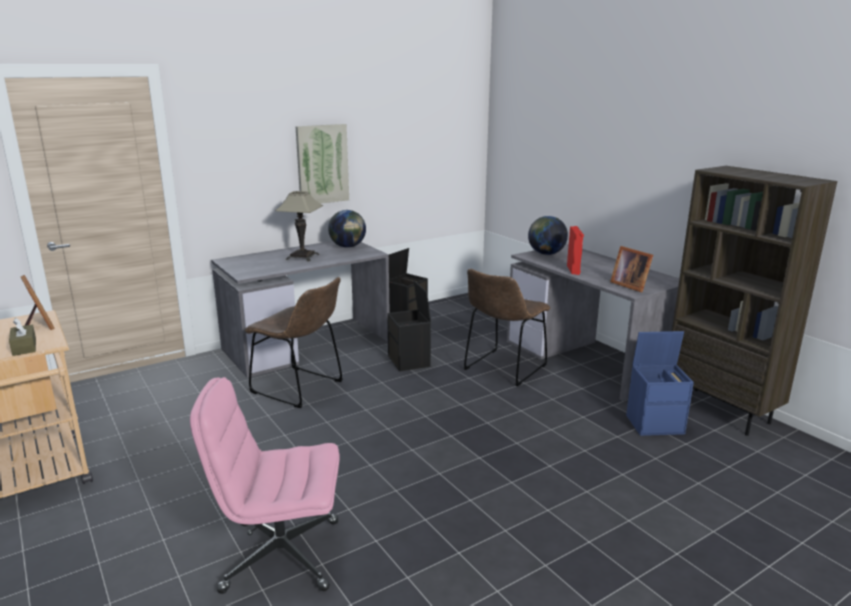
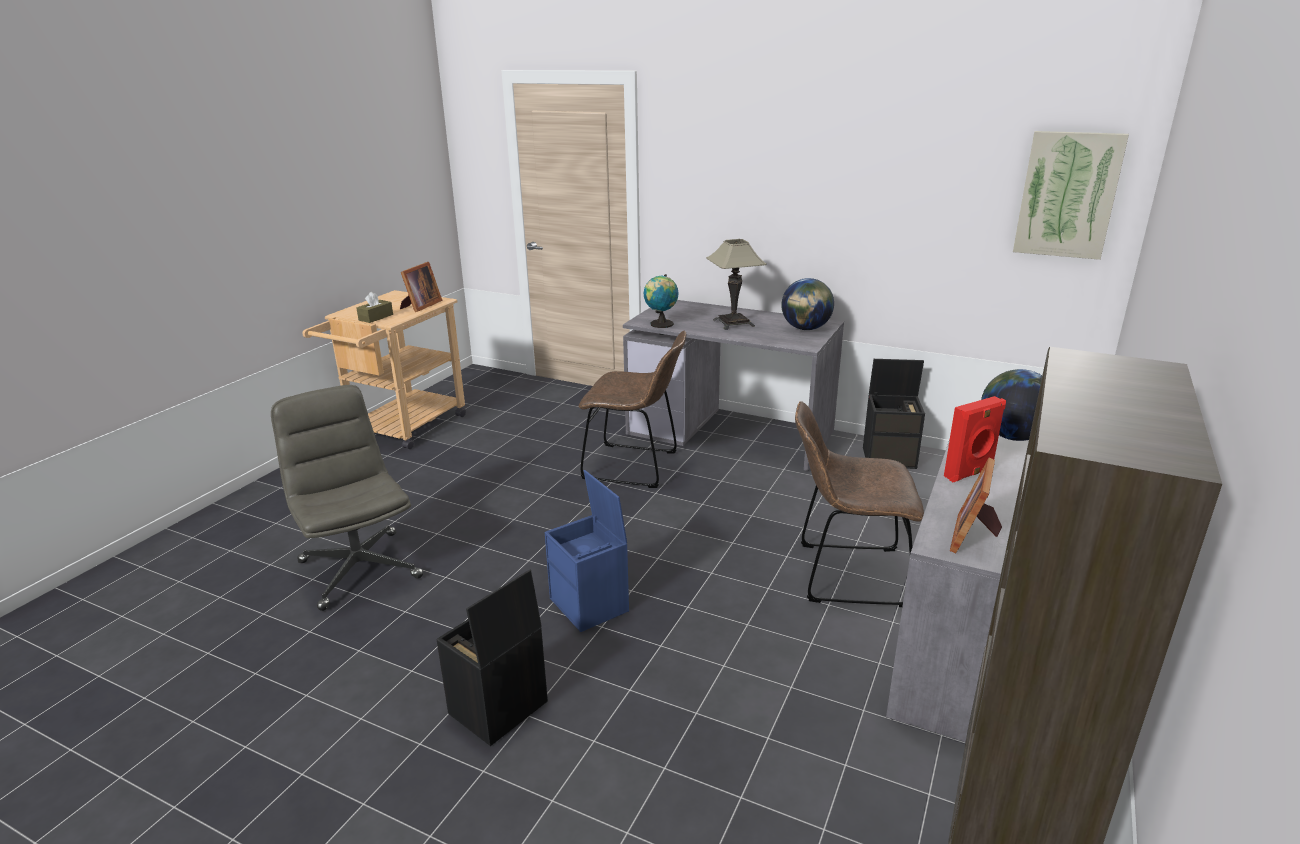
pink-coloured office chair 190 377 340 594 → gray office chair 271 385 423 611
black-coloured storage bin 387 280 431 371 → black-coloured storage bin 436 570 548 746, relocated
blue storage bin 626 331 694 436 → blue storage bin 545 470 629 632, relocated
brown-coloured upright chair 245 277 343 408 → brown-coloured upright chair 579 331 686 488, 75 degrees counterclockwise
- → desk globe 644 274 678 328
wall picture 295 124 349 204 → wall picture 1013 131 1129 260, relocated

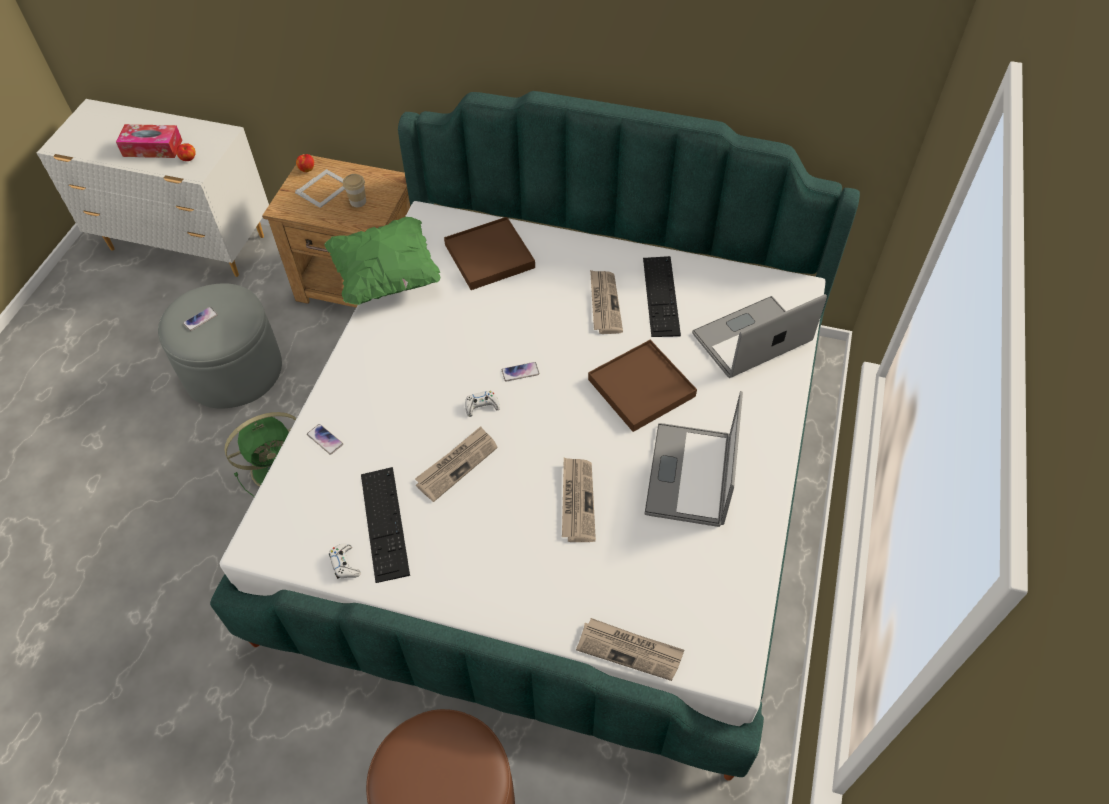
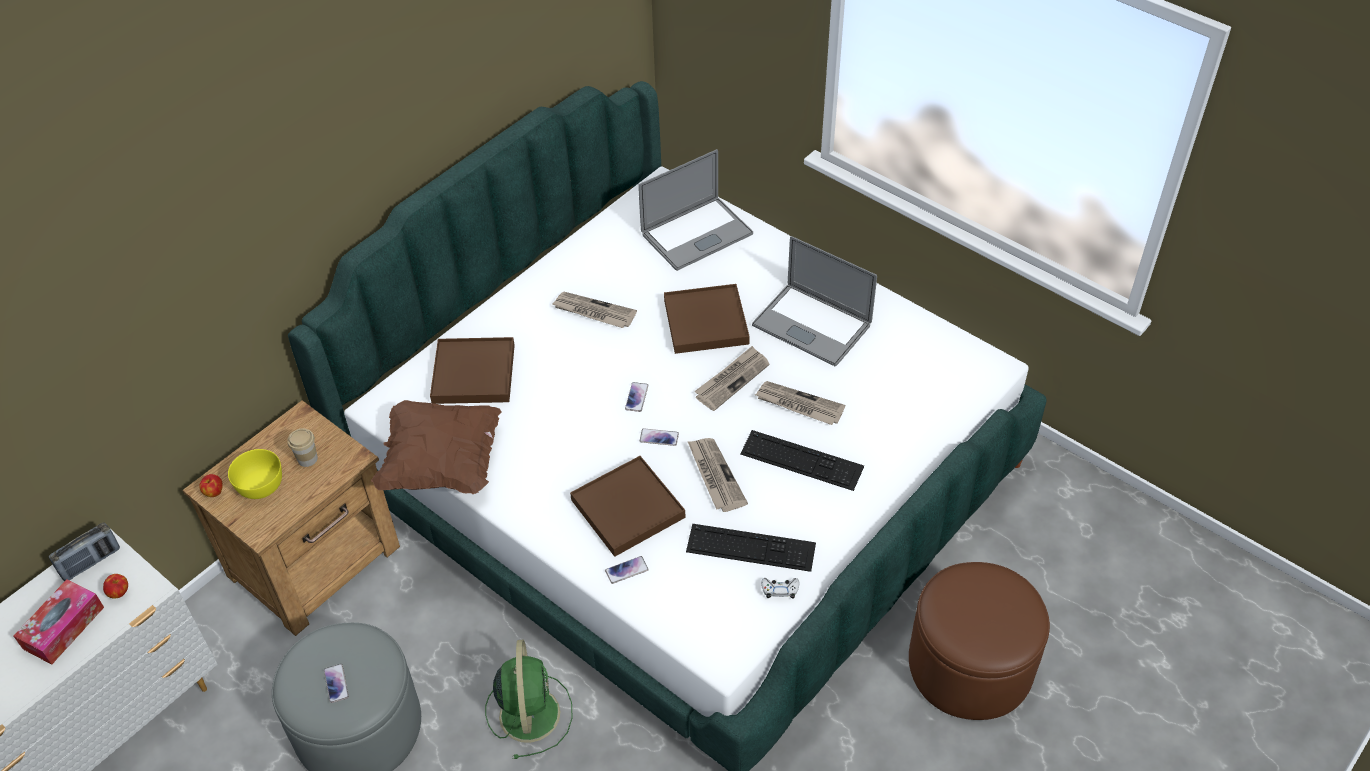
- → radio 49 522 120 581
picture frame 295 169 345 208 → yellowish serving bowl 228 449 282 499
greenish pillow 324 217 440 305 → brown-coloured pillow 371 400 502 494
- → brown-coloured tray 570 456 685 557
portable computer 692 294 827 378 → portable computer 638 149 753 271, 120 degrees counterclockwise
whitish game controller 465 391 500 417 → phone 640 428 679 446
printed paper 576 618 684 681 → printed paper 694 346 769 411, relocated
PC keyboard 643 256 681 337 → PC keyboard 740 430 864 491, relocated

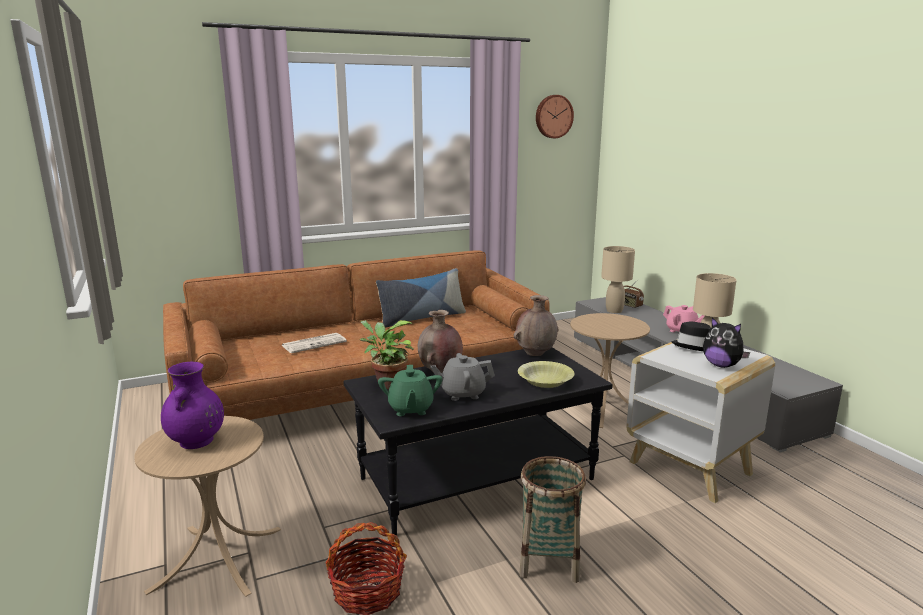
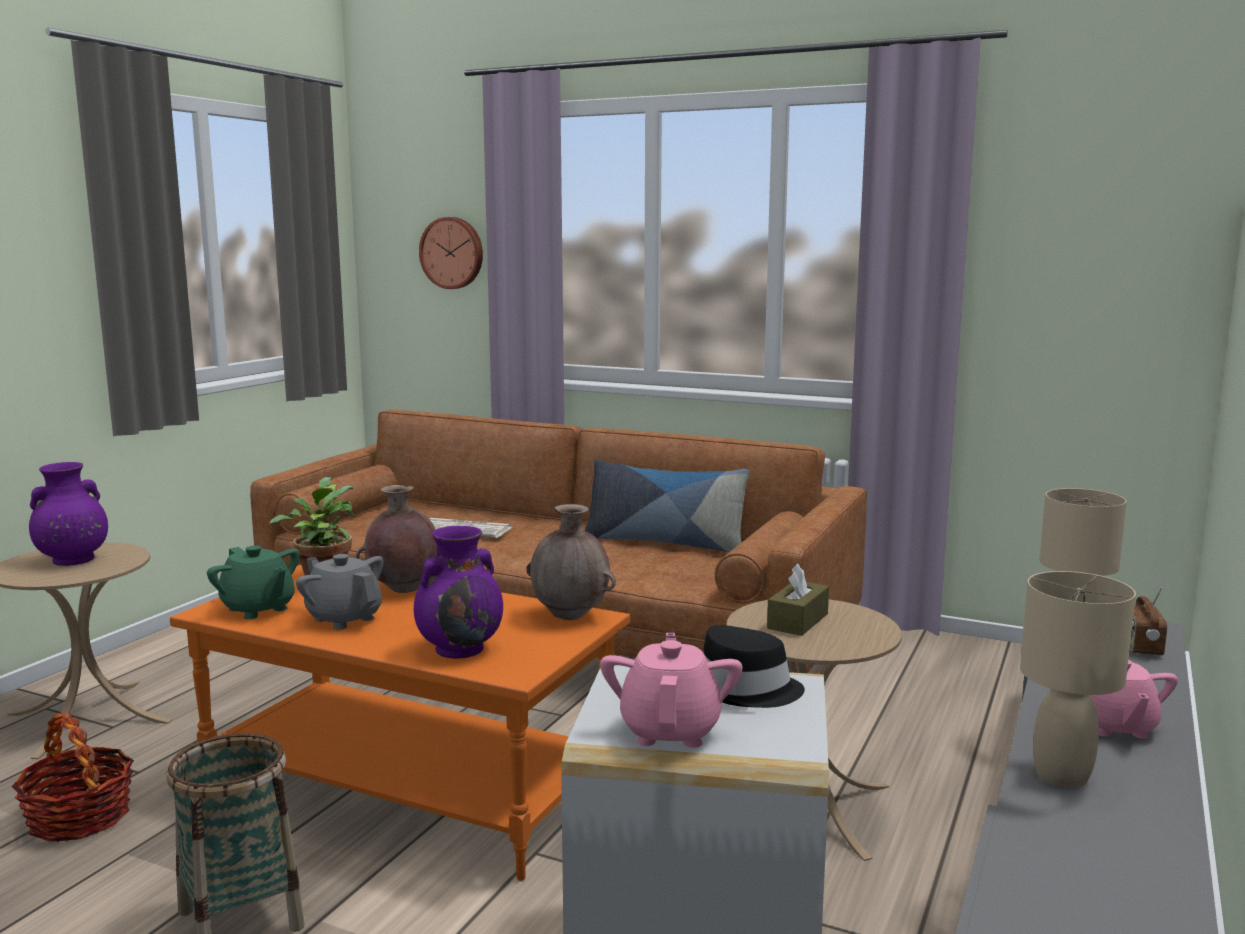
black-coloured lounge table 343 347 613 535 → orange-coloured lounge table 170 565 630 881
greenish pot for tea 378 365 442 416 → greenish pot for tea 207 545 300 619, 90 degrees counterclockwise
yellowish serving bowl 518 361 575 388 → purple decorative vase 414 526 503 658
hanging clock 536 95 574 138 → hanging clock 419 217 483 289, relocated
plush toy 703 317 750 368 → pink-coloured pot for tea 600 633 743 748
- → brown-coloured tissue holder 767 563 829 636

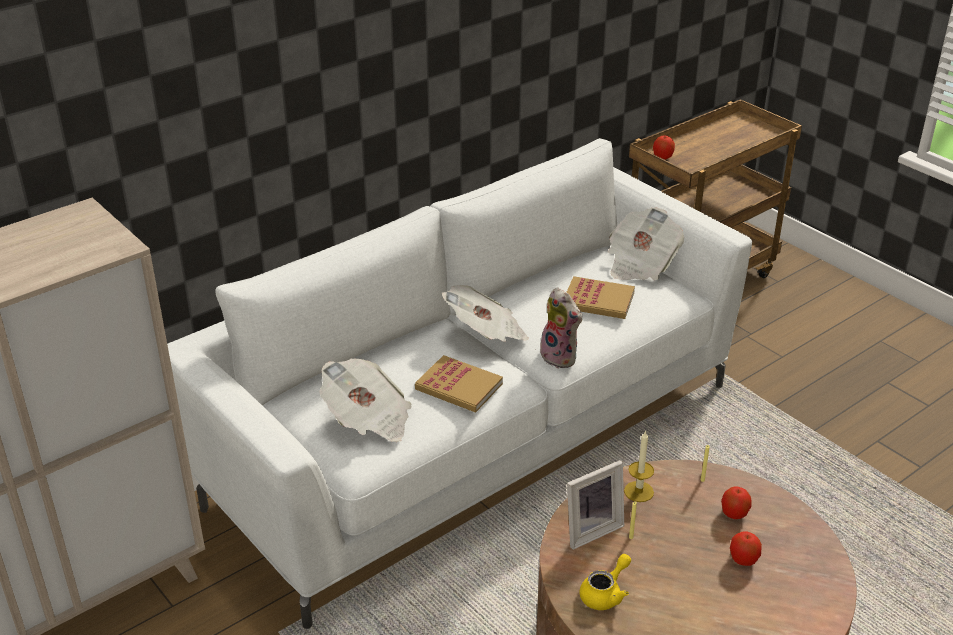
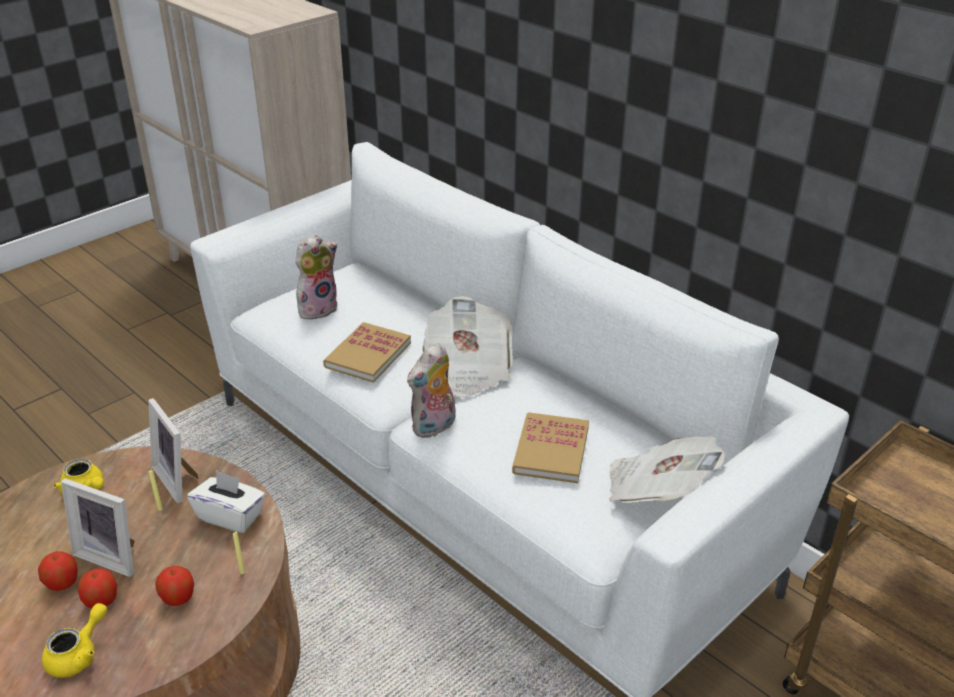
apple fruit 653 135 675 160 → apple fruit 38 551 78 591, relocated
- → yellowish pot for tea 42 603 107 678
- → picture frame 61 478 135 577
wax light 624 430 654 502 → whitish tissue holder 187 470 265 533
printed paper 319 359 412 442 → plush toy 295 235 337 320

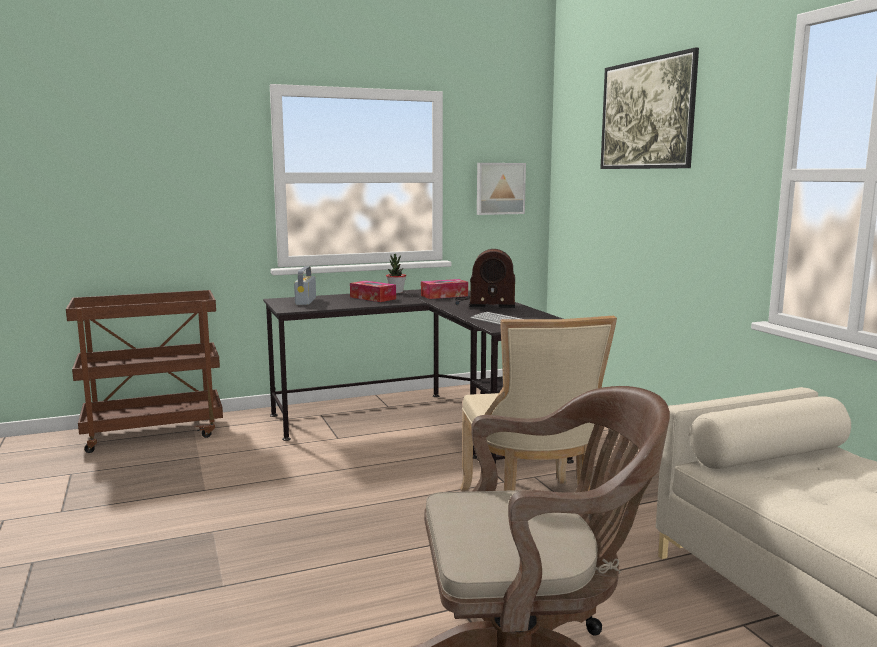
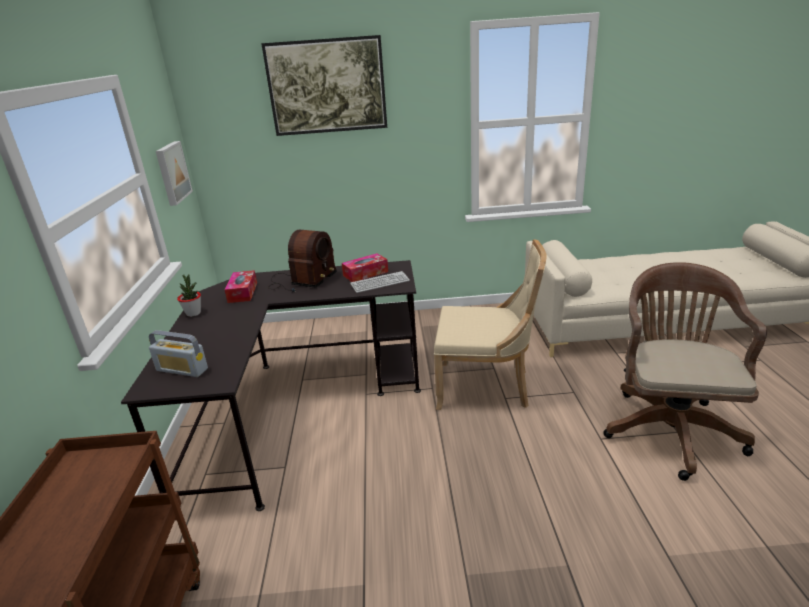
tissue holder 350 281 396 302 → tissue holder 342 253 388 282, relocated

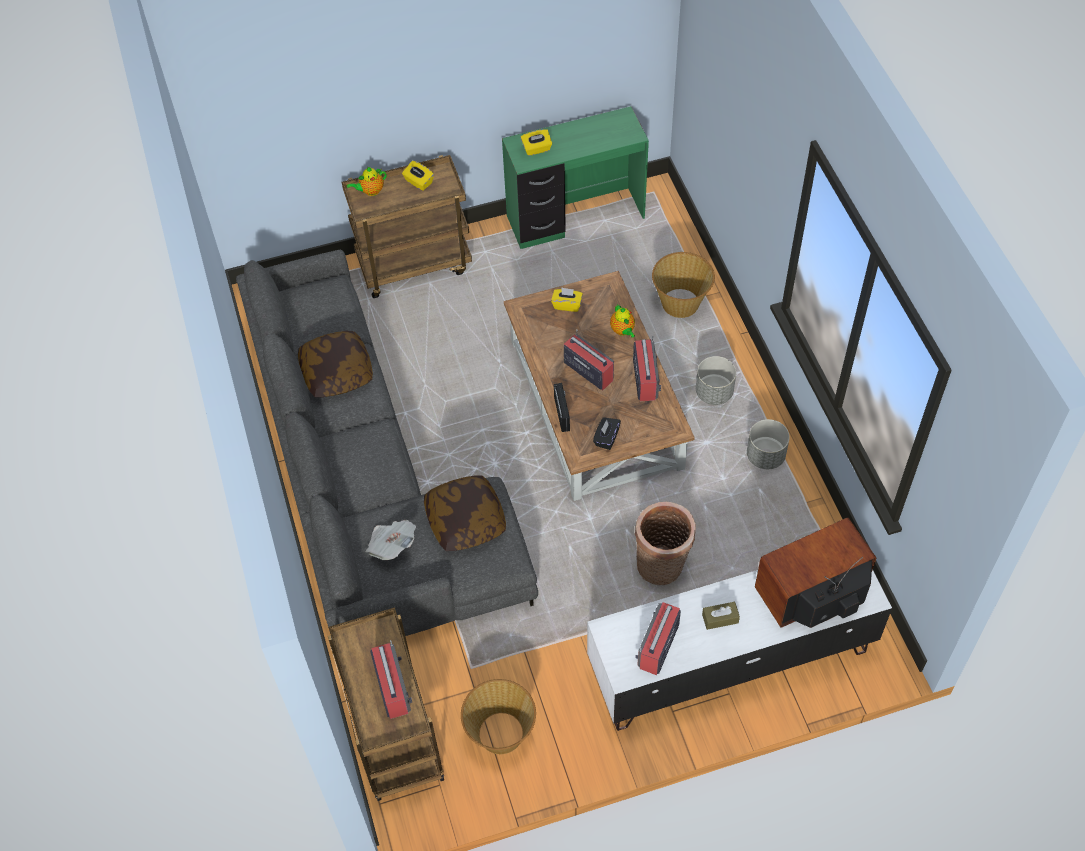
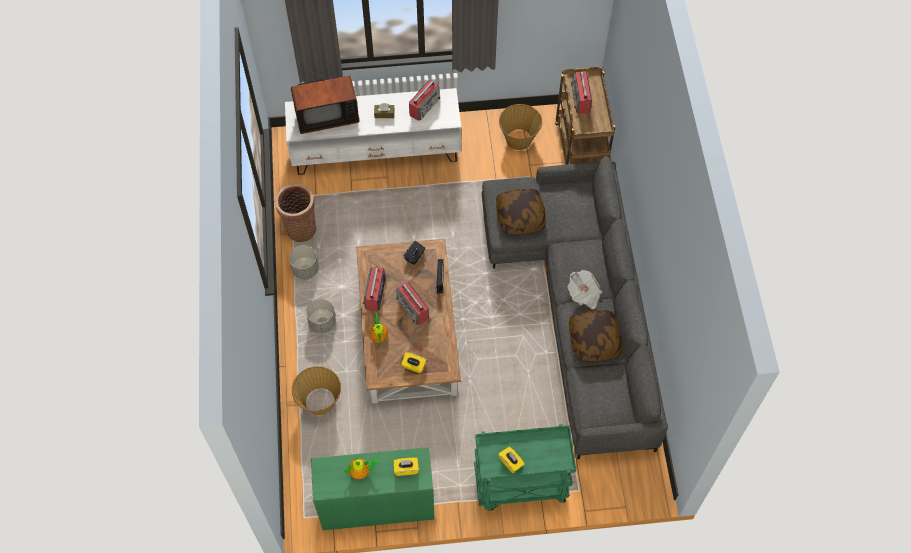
basket 635 502 696 585 → basket 275 184 316 242, relocated
pot for tea 347 167 387 196 → pot for tea 344 458 380 479, relocated
brown-coloured cart 342 155 472 298 → greenish cart 474 424 576 511
printed paper 366 520 416 560 → printed paper 567 270 602 309, relocated

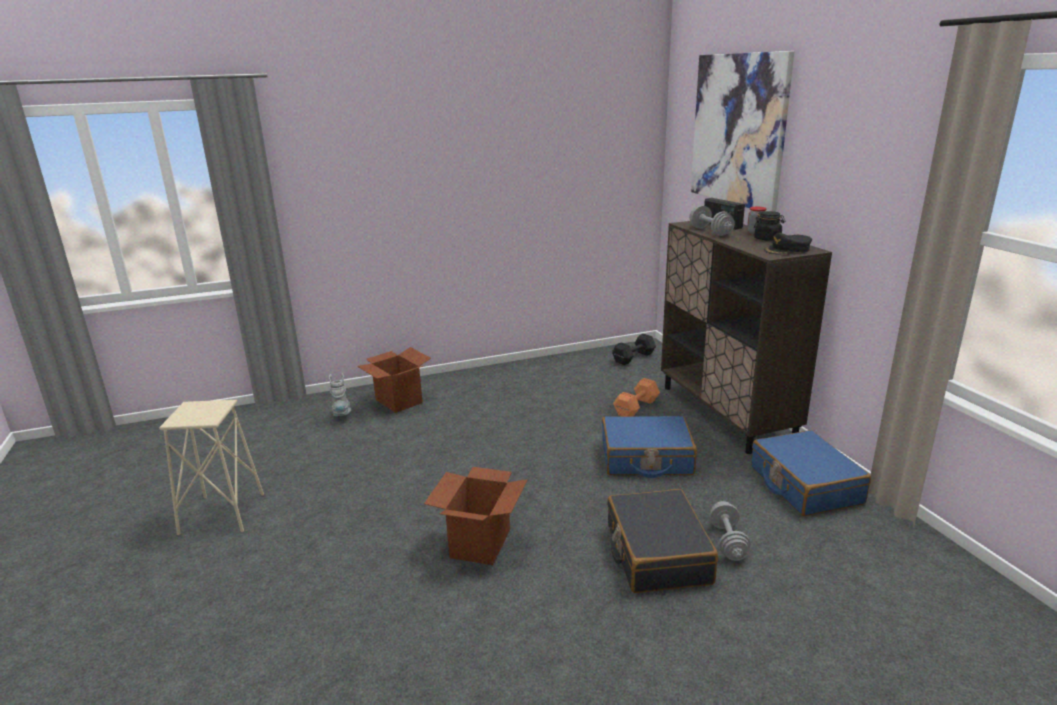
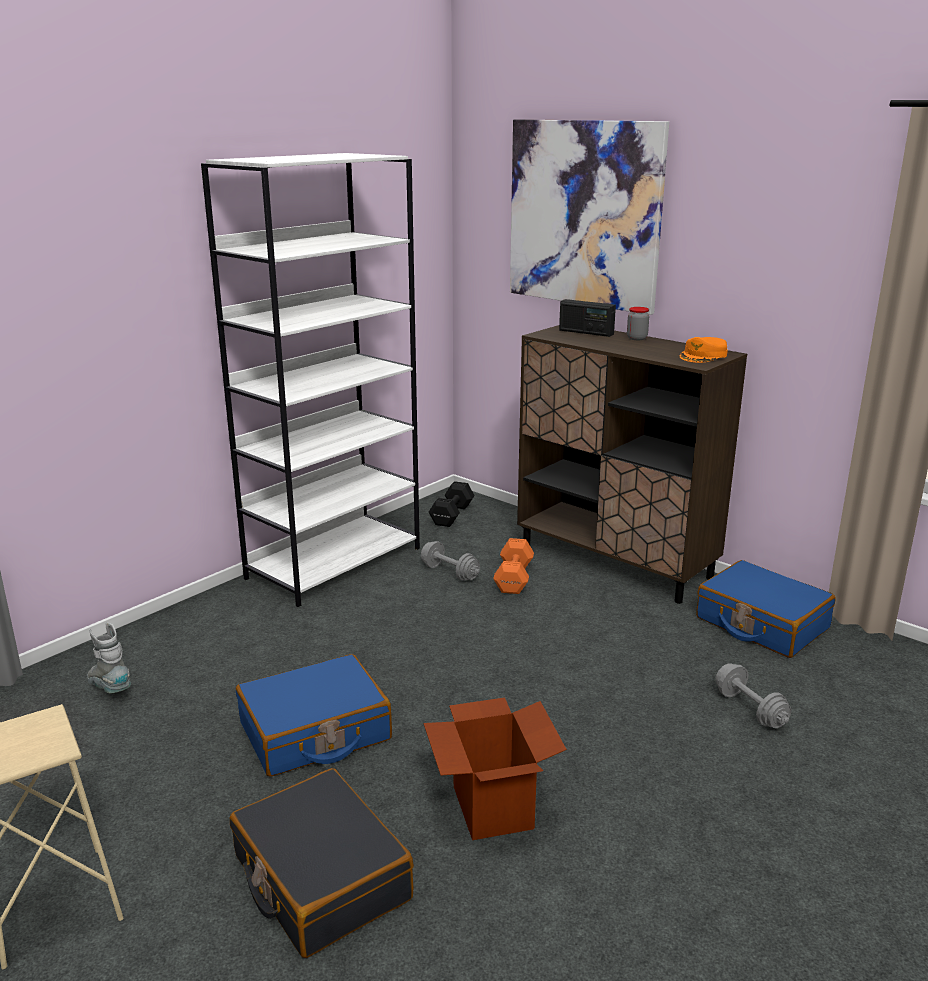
- → whitish bookshelf 201 153 420 607
black-coloured travel case 607 489 718 593 → black-coloured travel case 230 768 414 958, relocated
blue travel case 602 416 697 478 → blue travel case 236 654 392 777, relocated
gray hand weight 689 205 735 236 → gray hand weight 421 541 480 581, relocated
black-coloured cap 764 233 812 254 → orange-coloured cap 680 337 728 363
cardboard box 357 347 431 413 → -
black-coloured preserve jar 754 211 785 241 → -

